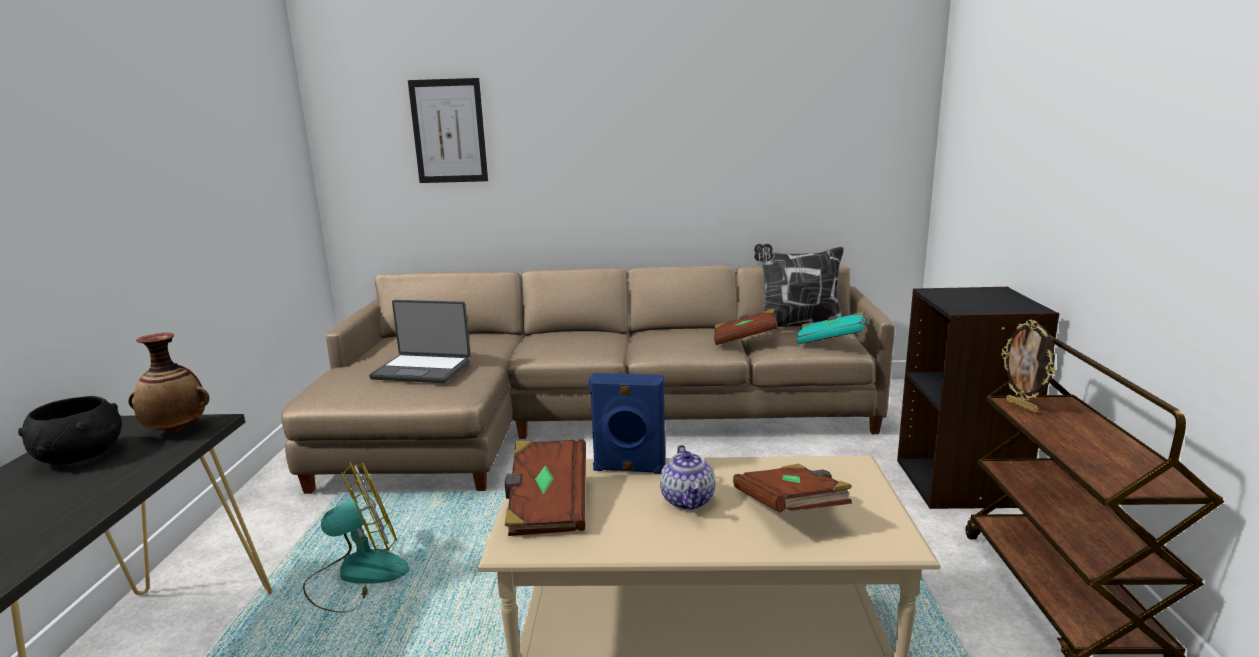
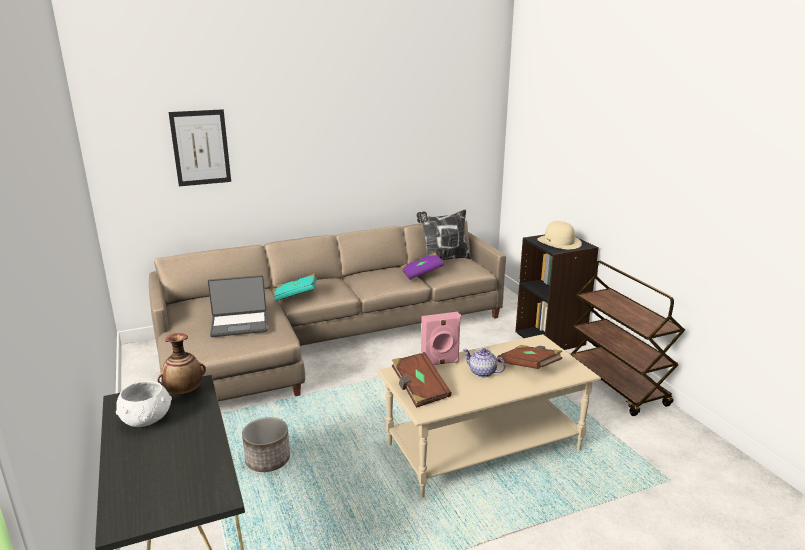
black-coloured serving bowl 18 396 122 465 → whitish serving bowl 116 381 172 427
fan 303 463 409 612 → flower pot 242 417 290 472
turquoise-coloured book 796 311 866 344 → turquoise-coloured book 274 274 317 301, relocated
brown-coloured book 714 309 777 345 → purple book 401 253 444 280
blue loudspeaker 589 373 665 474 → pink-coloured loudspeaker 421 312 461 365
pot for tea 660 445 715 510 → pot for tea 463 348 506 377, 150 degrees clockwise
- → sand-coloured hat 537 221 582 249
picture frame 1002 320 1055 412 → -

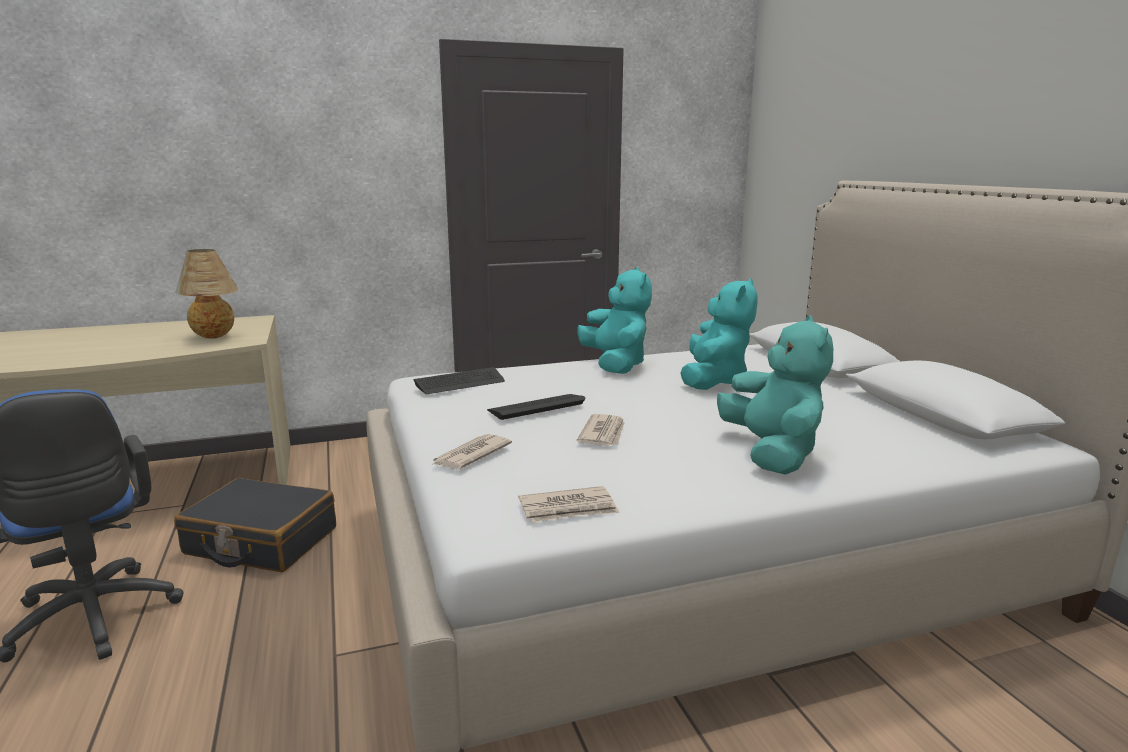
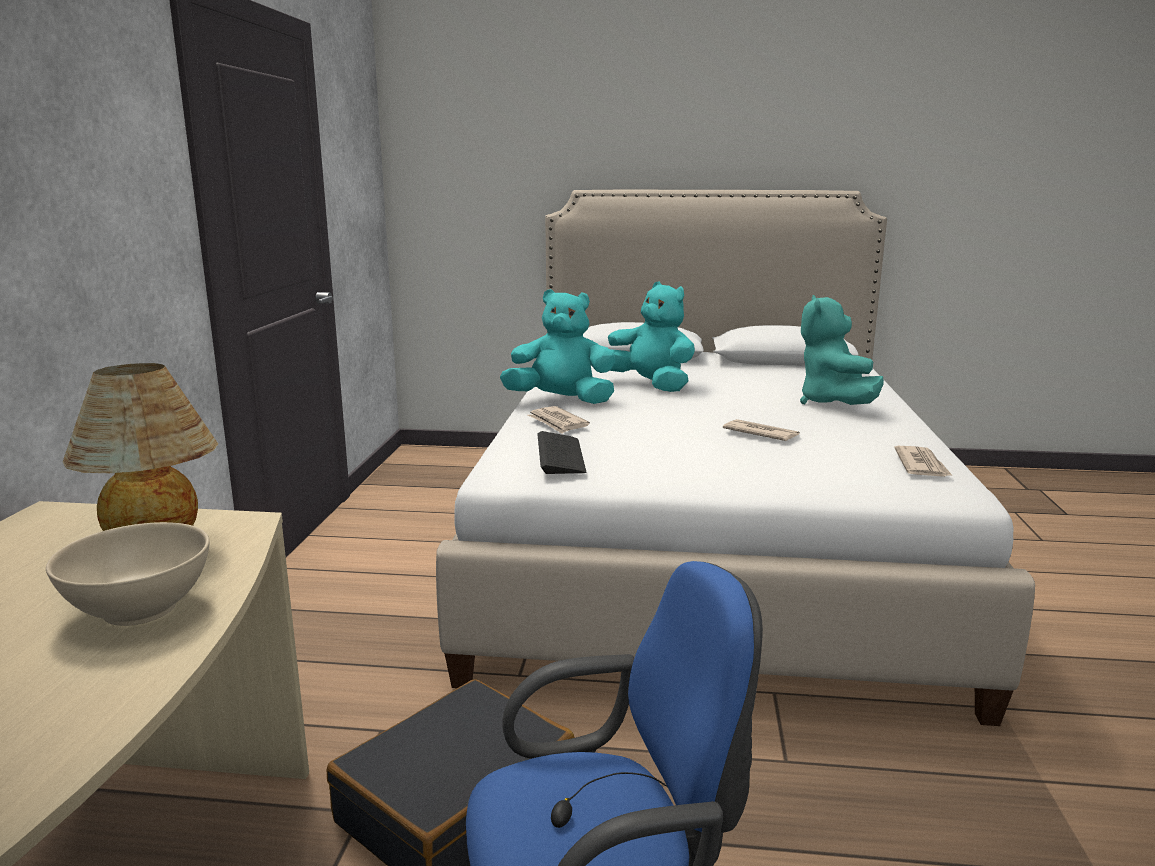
- → sand-coloured serving bowl 46 522 210 626
printed paper 431 434 512 470 → printed paper 528 406 590 434, relocated
turquoise-coloured plush toy 717 315 833 475 → turquoise-coloured plush toy 800 295 884 405, 105 degrees counterclockwise
PC keyboard 487 394 585 420 → -

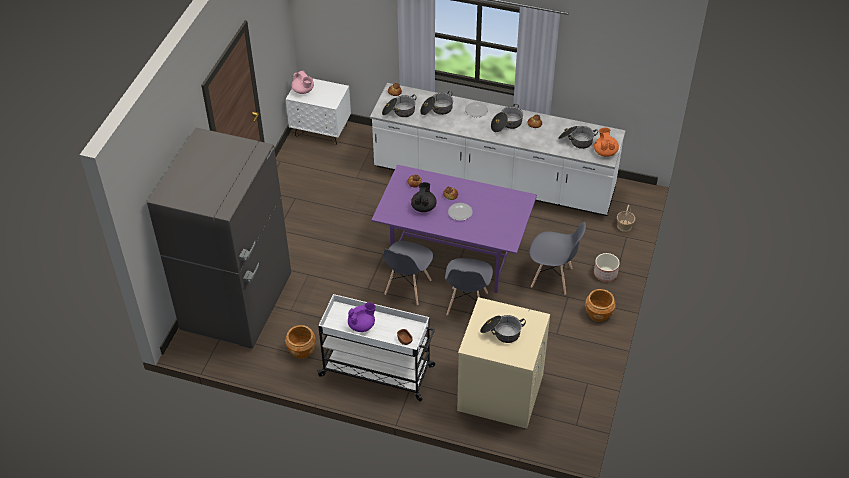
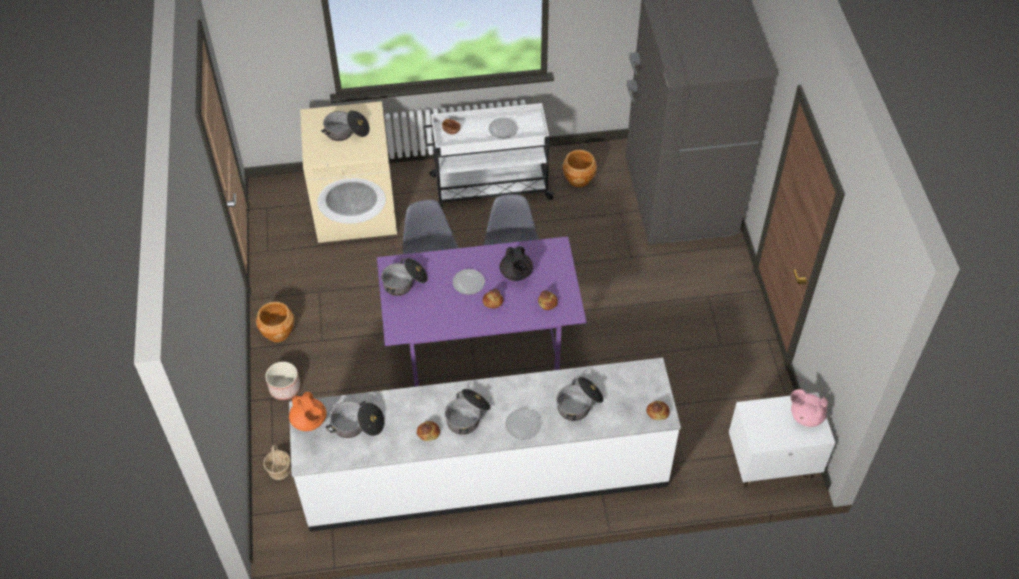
cooking pot 382 94 417 117 → cooking pot 381 258 428 296, relocated
purple pot for tea 348 302 376 332 → flat dish 489 118 518 139
gray upright chair 530 222 586 295 → -

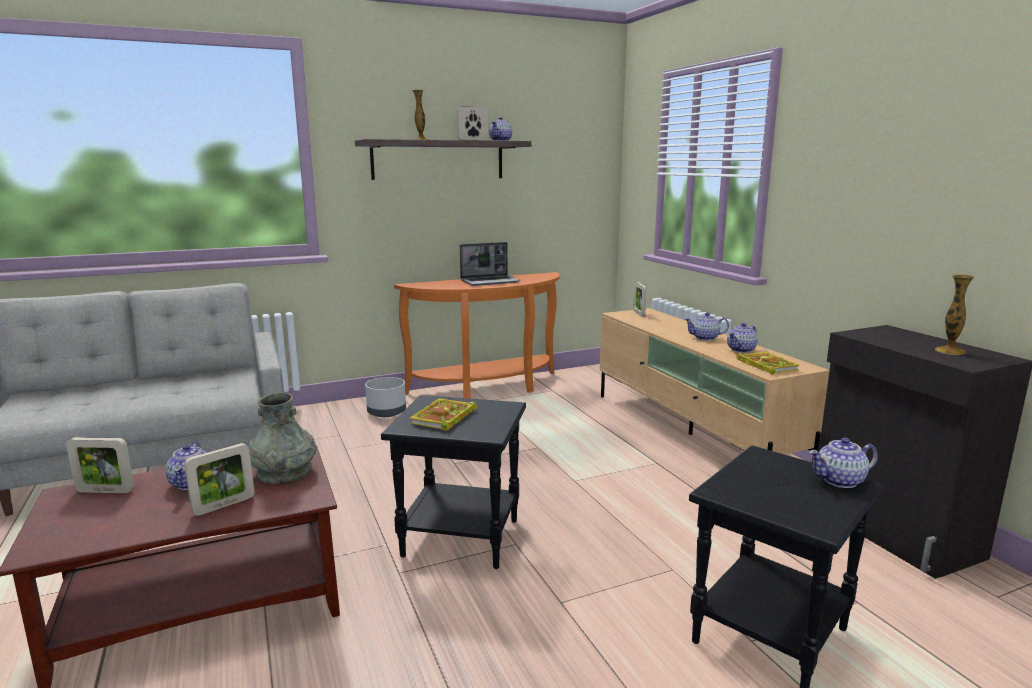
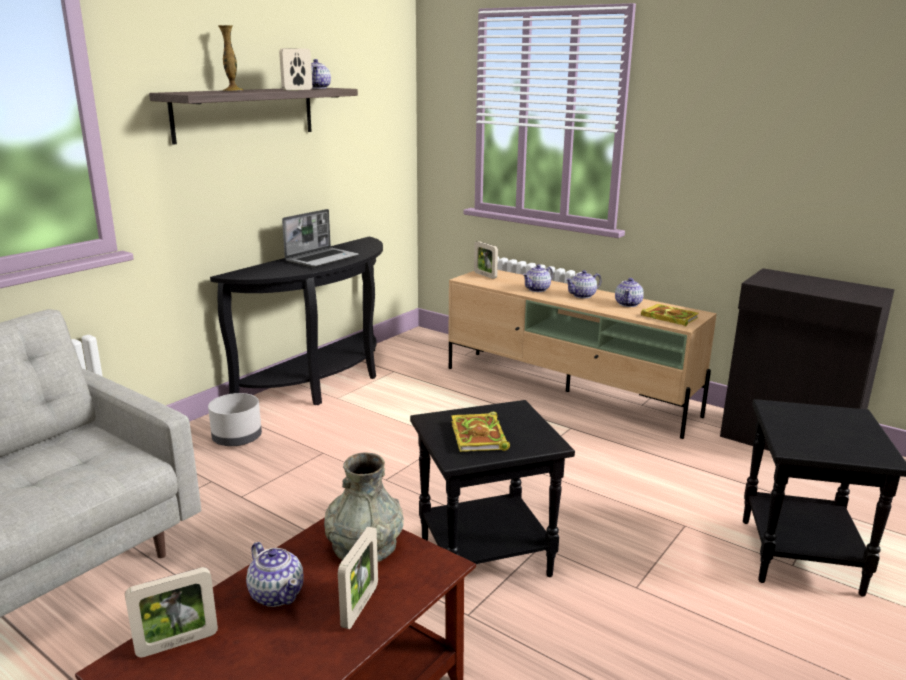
orange-coloured narrow table 394 272 560 399 → black-coloured narrow table 210 237 383 405
pot for tea 809 438 878 488 → pot for tea 523 265 553 292, relocated
decorative vase 935 274 974 355 → -

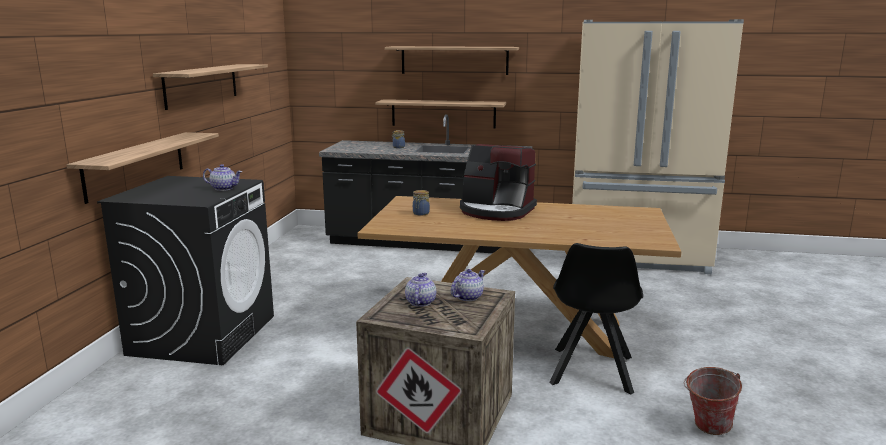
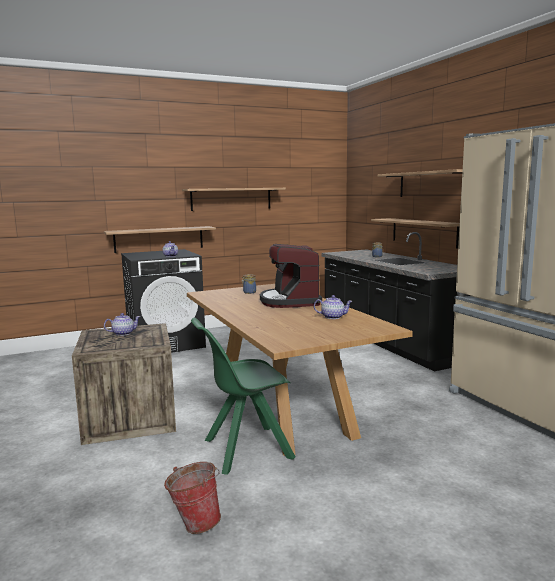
black-coloured upright chair 549 243 643 395 → greenish upright chair 191 318 295 475
pot for tea 451 269 485 301 → pot for tea 314 295 353 319, relocated

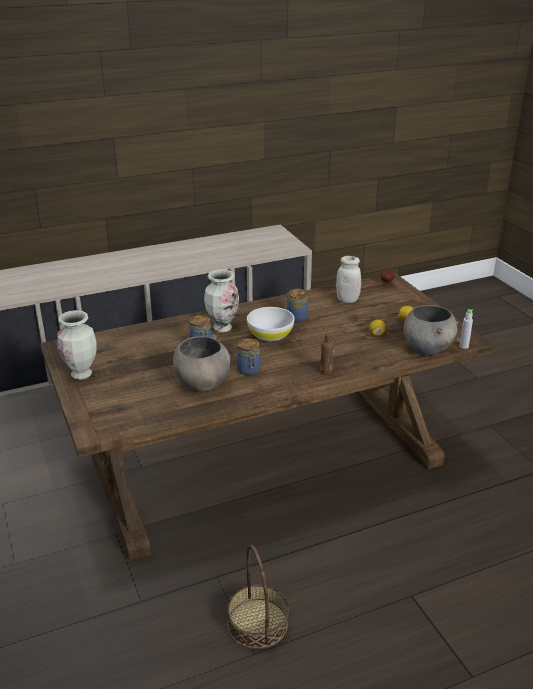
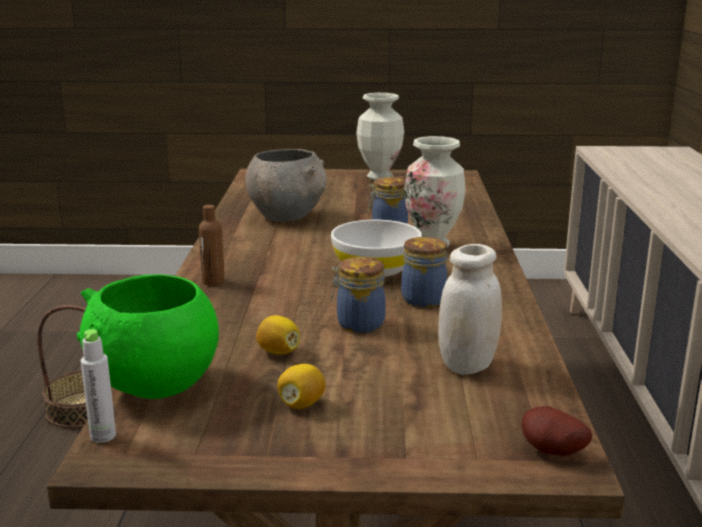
gray serving bowl 403 305 458 356 → greenish serving bowl 77 275 219 399
preserve jar 237 338 260 376 → preserve jar 331 257 386 333, relocated

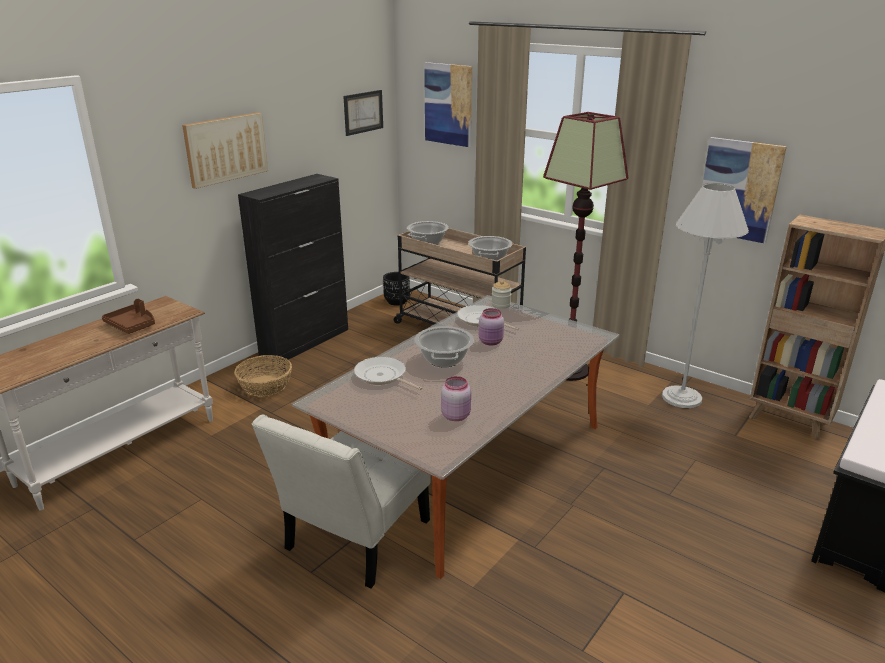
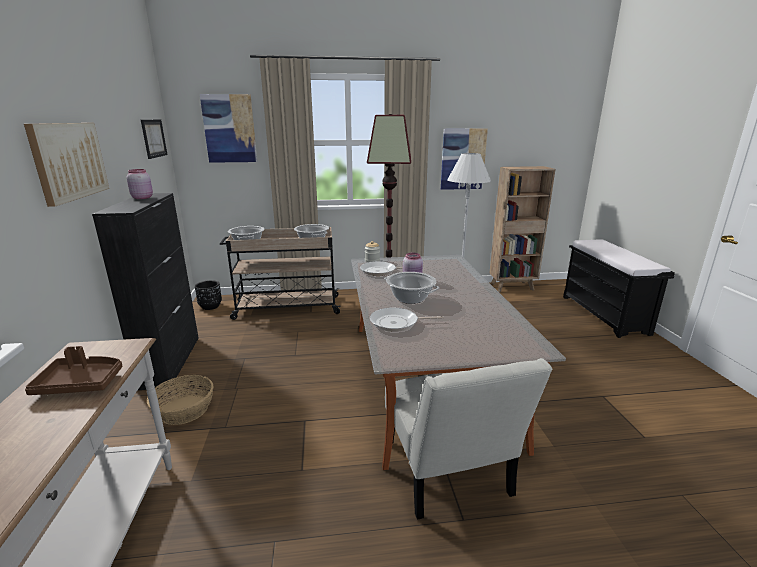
pink-coloured preserve jar 441 376 471 421 → pink-coloured preserve jar 127 169 153 199, relocated

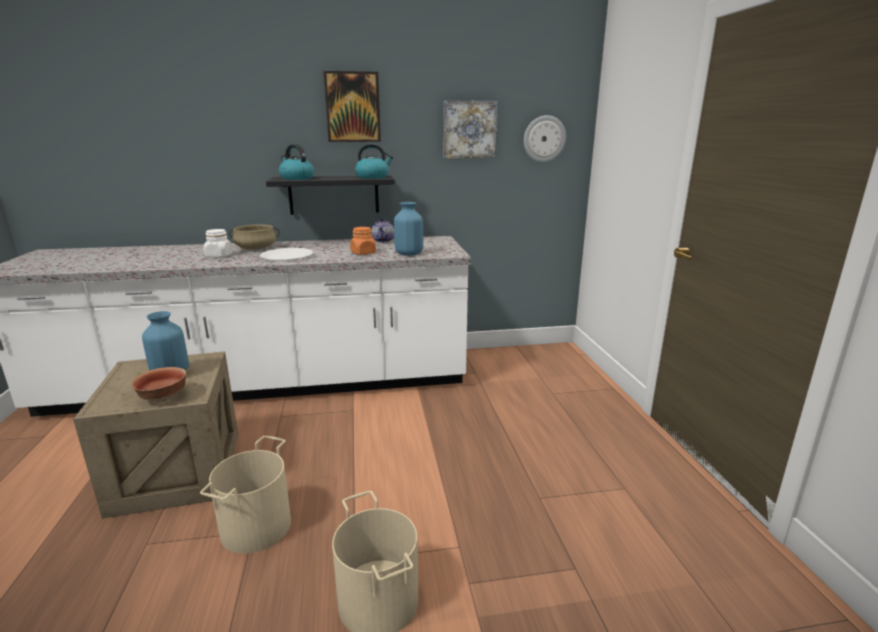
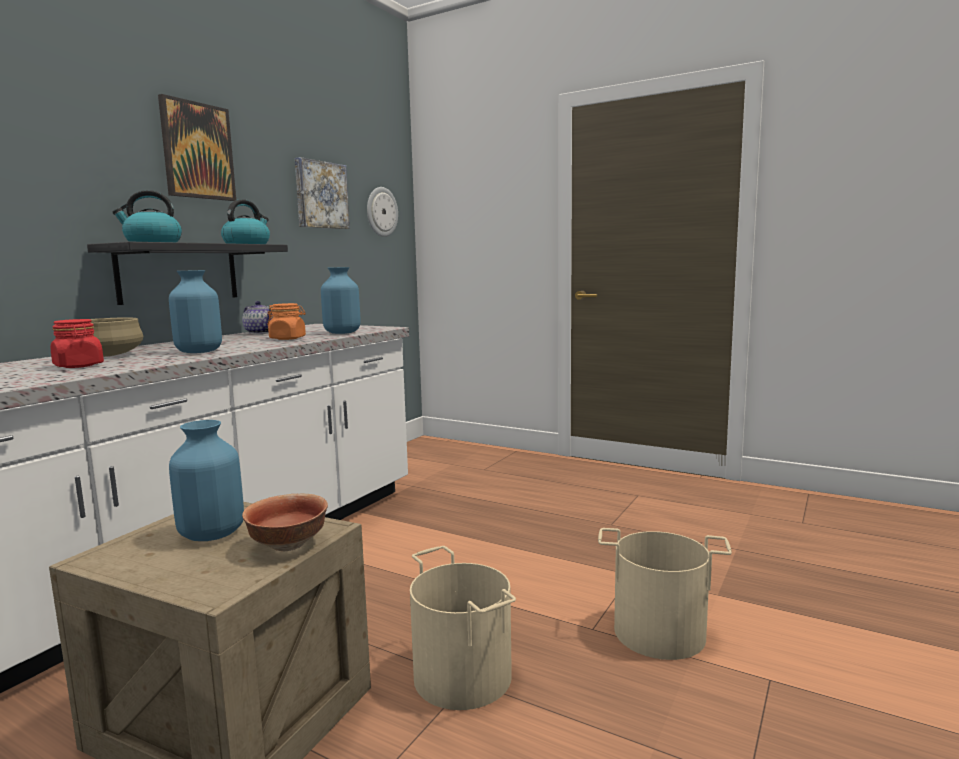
whitish preserve jar 204 229 233 258 → red-coloured preserve jar 50 319 104 368
whitish flat dish 260 248 313 261 → blue decorative vase 169 270 222 353

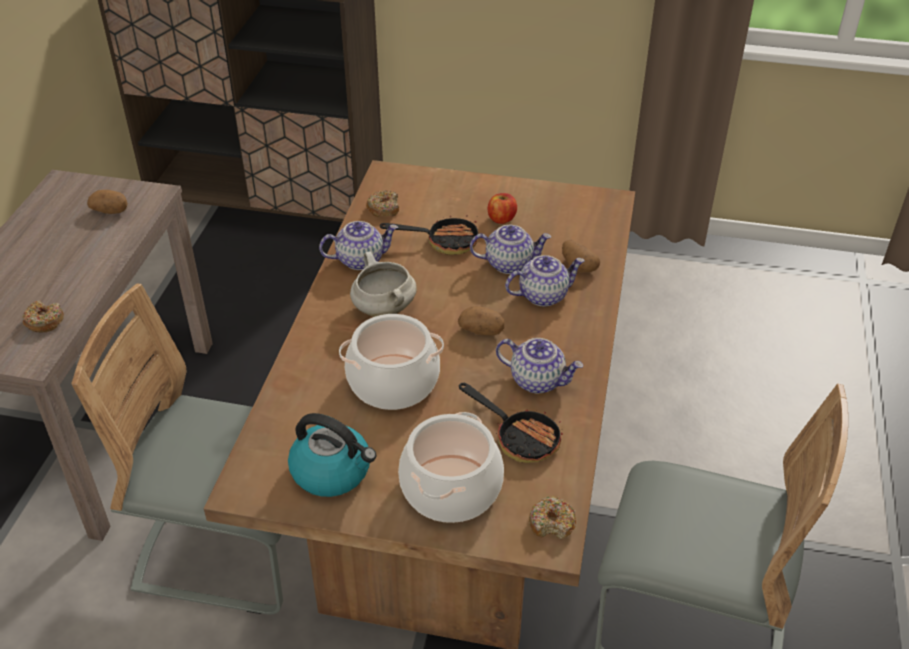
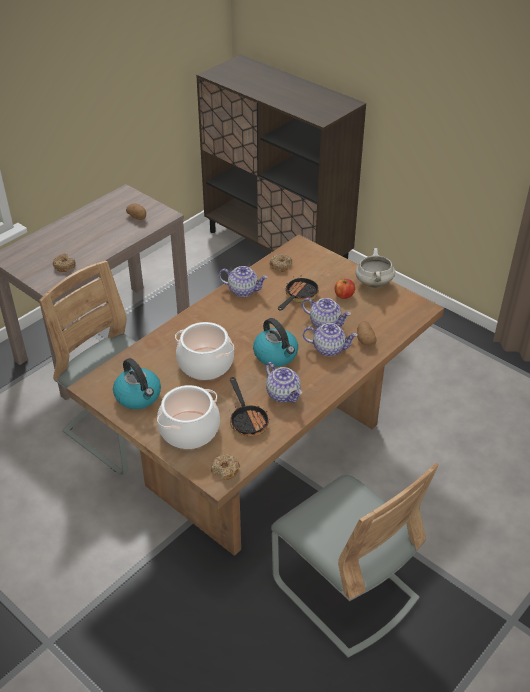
whole potato 458 306 505 336 → water kettle 253 318 298 367
skillet 380 215 478 255 → skillet 278 275 319 311, 90 degrees counterclockwise
whitish cooking pot 350 252 417 317 → whitish cooking pot 355 248 395 288, relocated

